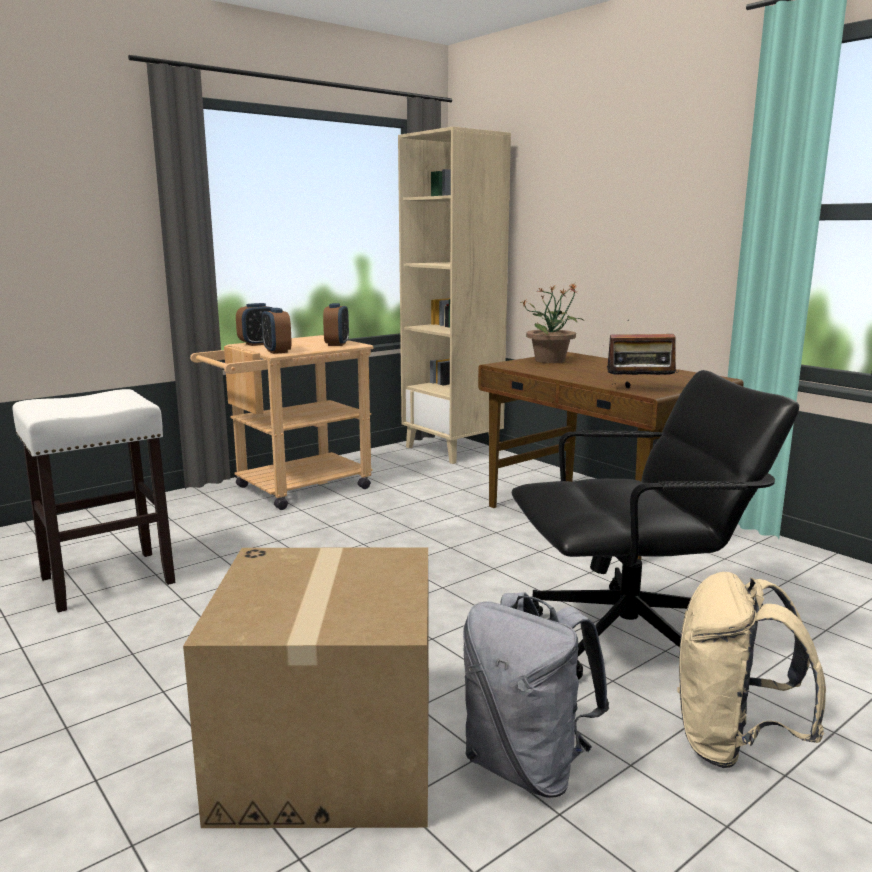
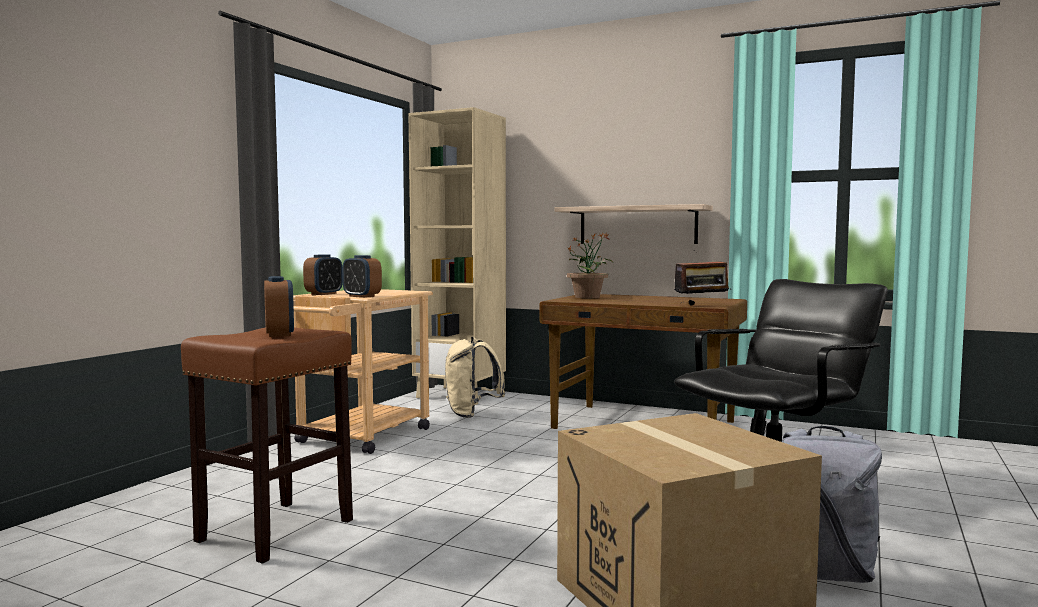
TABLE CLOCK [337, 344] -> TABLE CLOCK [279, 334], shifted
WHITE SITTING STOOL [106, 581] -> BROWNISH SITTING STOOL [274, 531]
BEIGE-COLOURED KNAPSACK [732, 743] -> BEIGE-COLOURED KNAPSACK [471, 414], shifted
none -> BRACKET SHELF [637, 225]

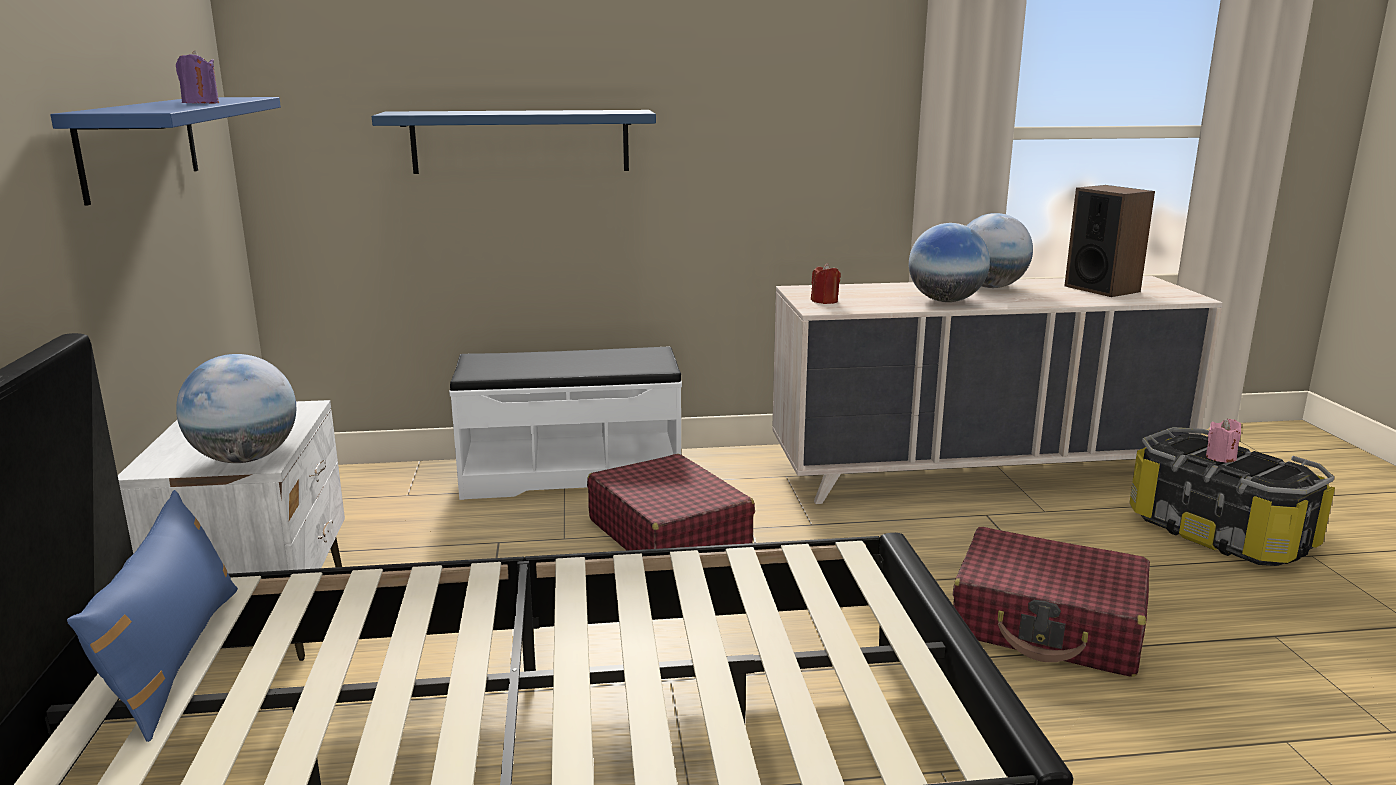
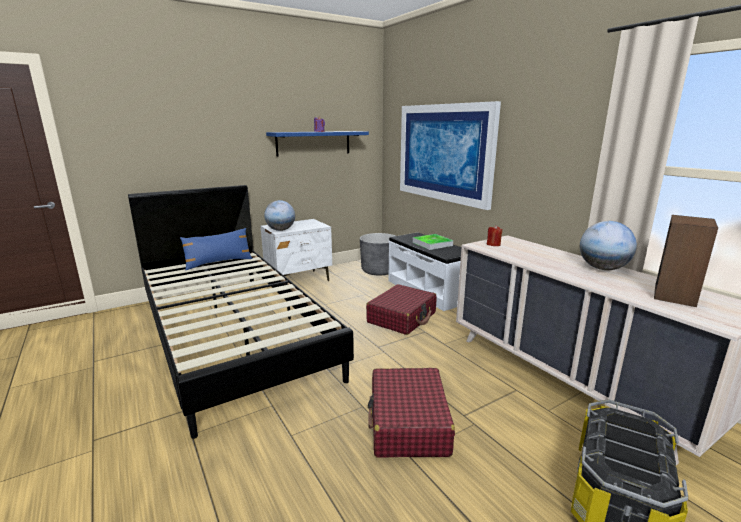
BLUE BRACKET SHELF [520, 141] -> WALL ART [444, 153]
DESK GLOBE [945, 301] -> none
PINKISH WAX LIGHT [1220, 457] -> none
none -> GRAY PLANT POT [378, 271]
none -> SERVING TRAY [432, 244]

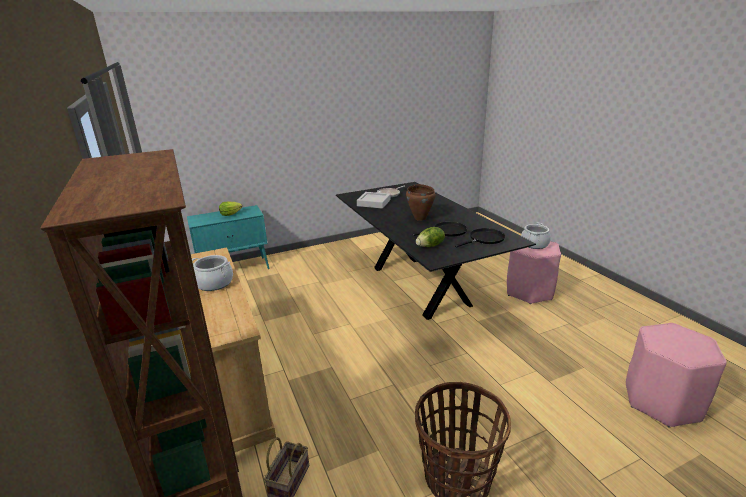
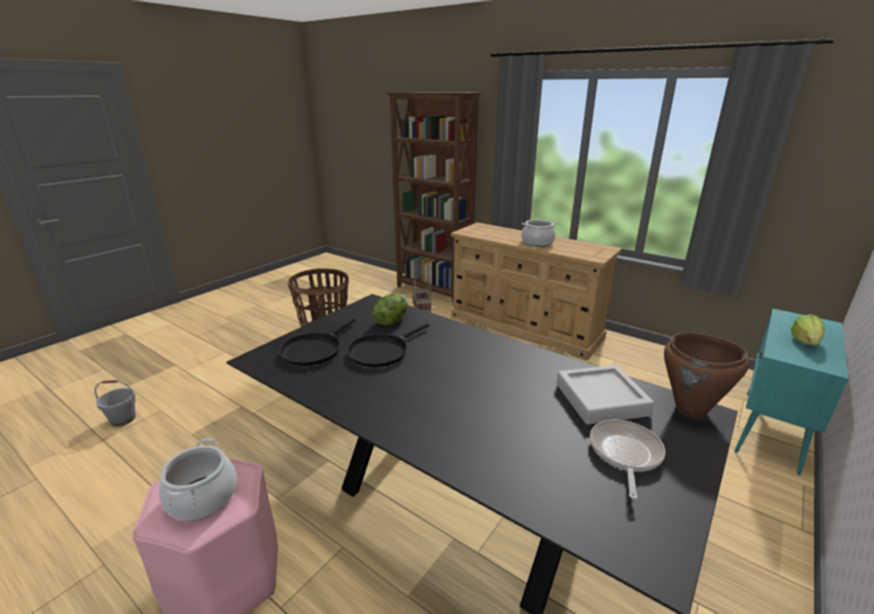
BROWNISH COOKING POT [420, 218] -> BROWNISH COOKING POT [690, 410], shifted
PINKISH SITTING STOOL [662, 402] -> GRAY BUCKET [123, 419]

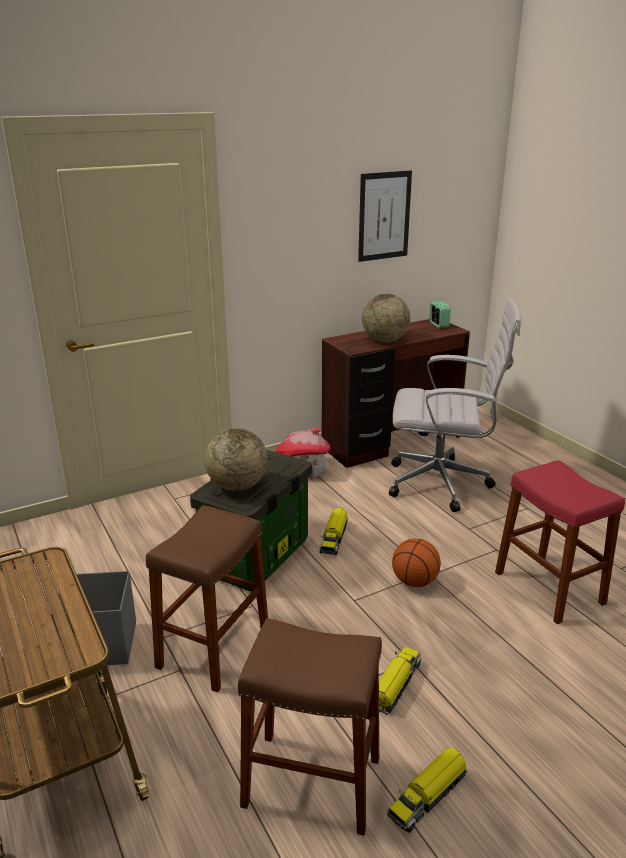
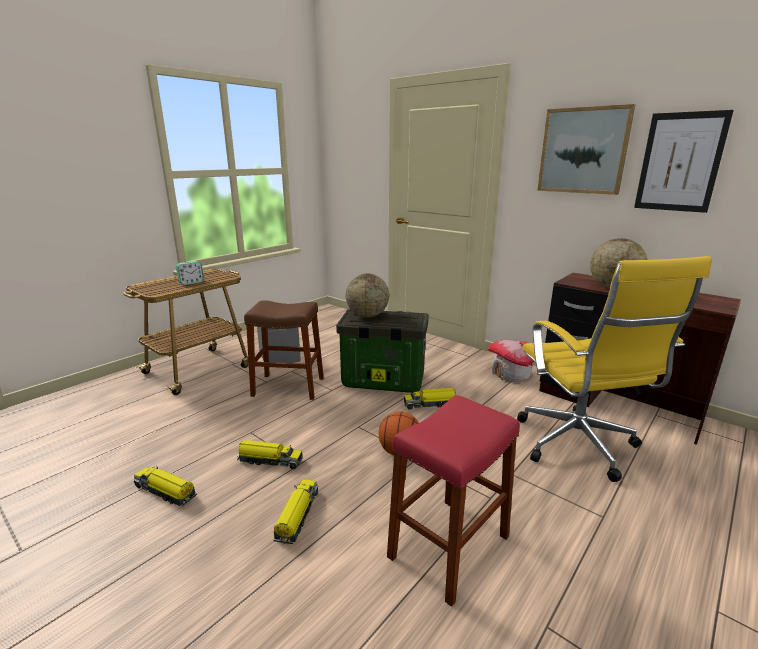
WHITE COMPUTER CHAIR [443, 484] -> YELLOW COMPUTER CHAIR [578, 446]
TABLE CLOCK [439, 325] -> TABLE CLOCK [191, 282], shifted
BROWNISH SITTING STOOL [312, 781] -> none
none -> WALL ART [583, 151]
none -> TOY LORRY [297, 516]

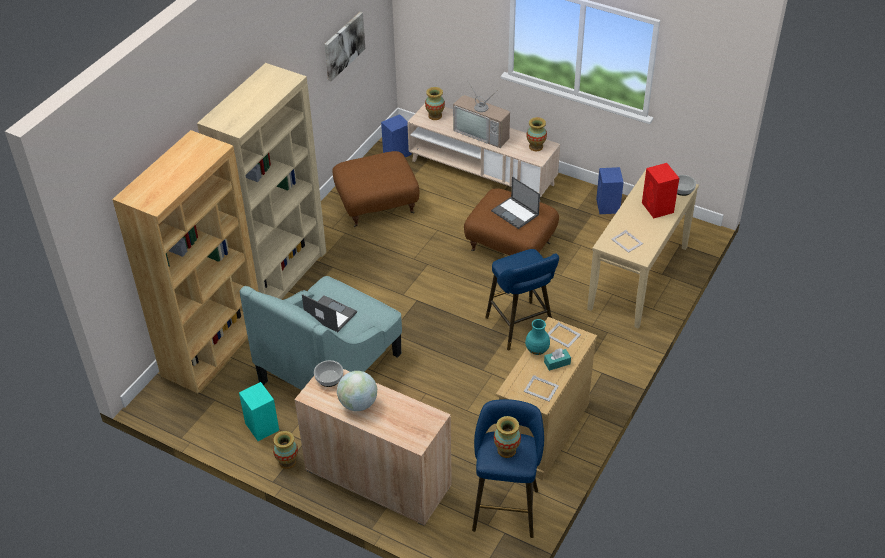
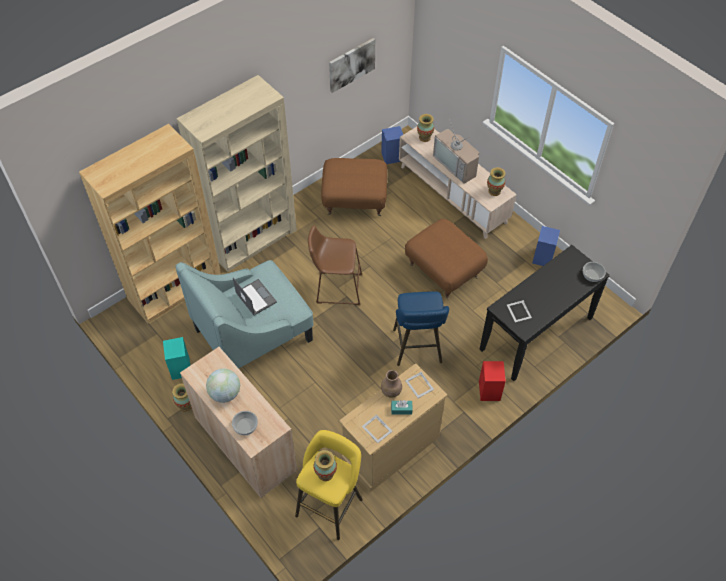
RED LOUDSPEAKER [658, 208] -> RED LOUDSPEAKER [489, 391], shifted
BEIGE-COLOURED CONSOLE TABLE [638, 277] -> BLACK-COLOURED CONSOLE TABLE [537, 334]
PORTABLE COMPUTER [515, 213] -> none
TURQUOISE VASE [537, 350] -> BROWNISH VASE [391, 392]
SERVING BOWL [329, 378] -> SERVING BOWL [246, 426], shifted
BLUE SITTING STOOL [506, 506] -> YELLOW SITTING STOOL [331, 504]
none -> BROWNISH SITTING STOOL [336, 288]

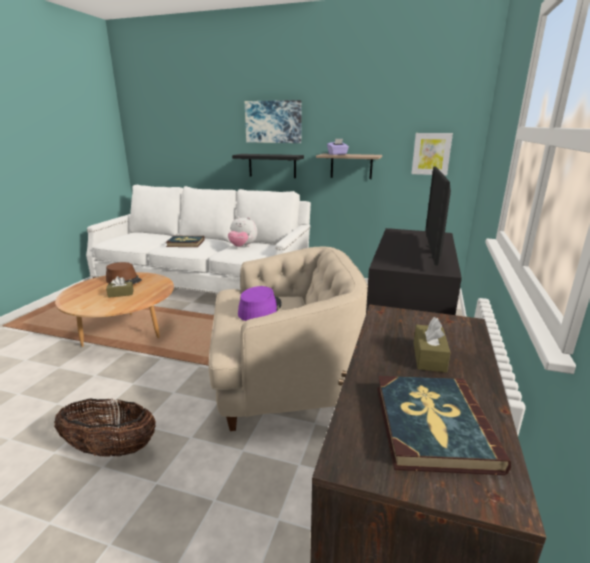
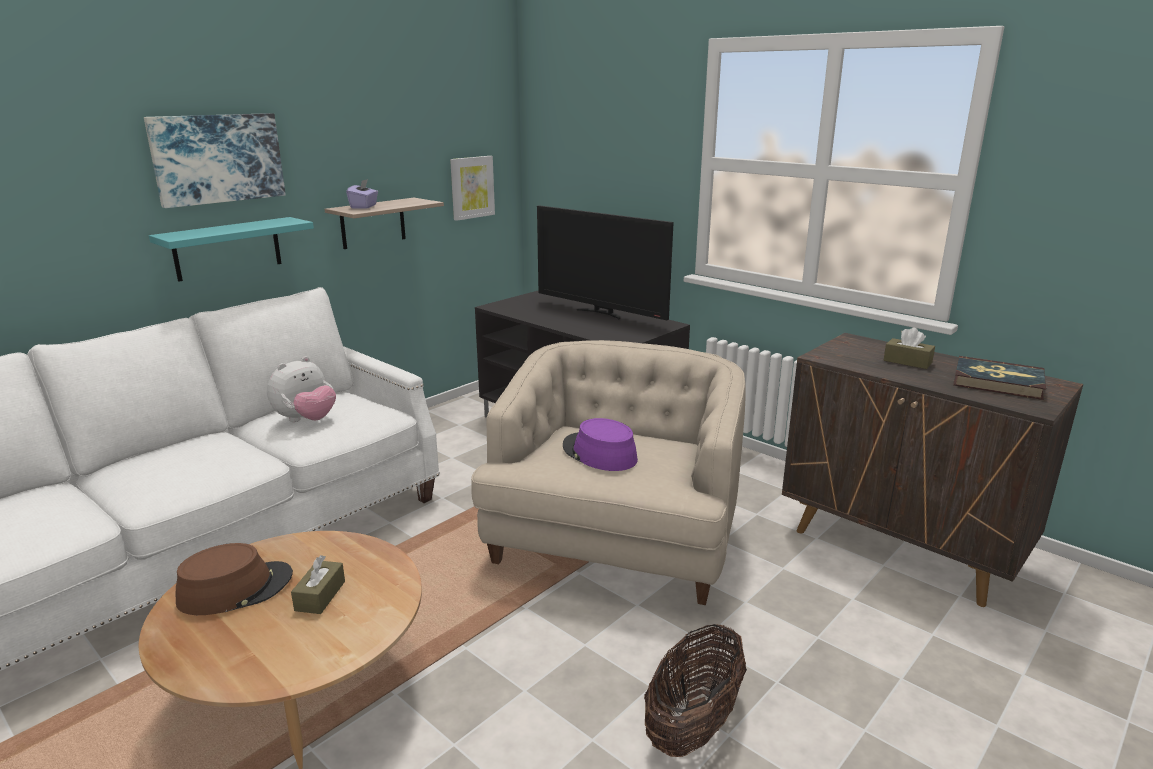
BLACK-COLOURED BRACKET SHELF [272, 165] -> TURQUOISE BRACKET SHELF [227, 248]
VOLUME [185, 243] -> none

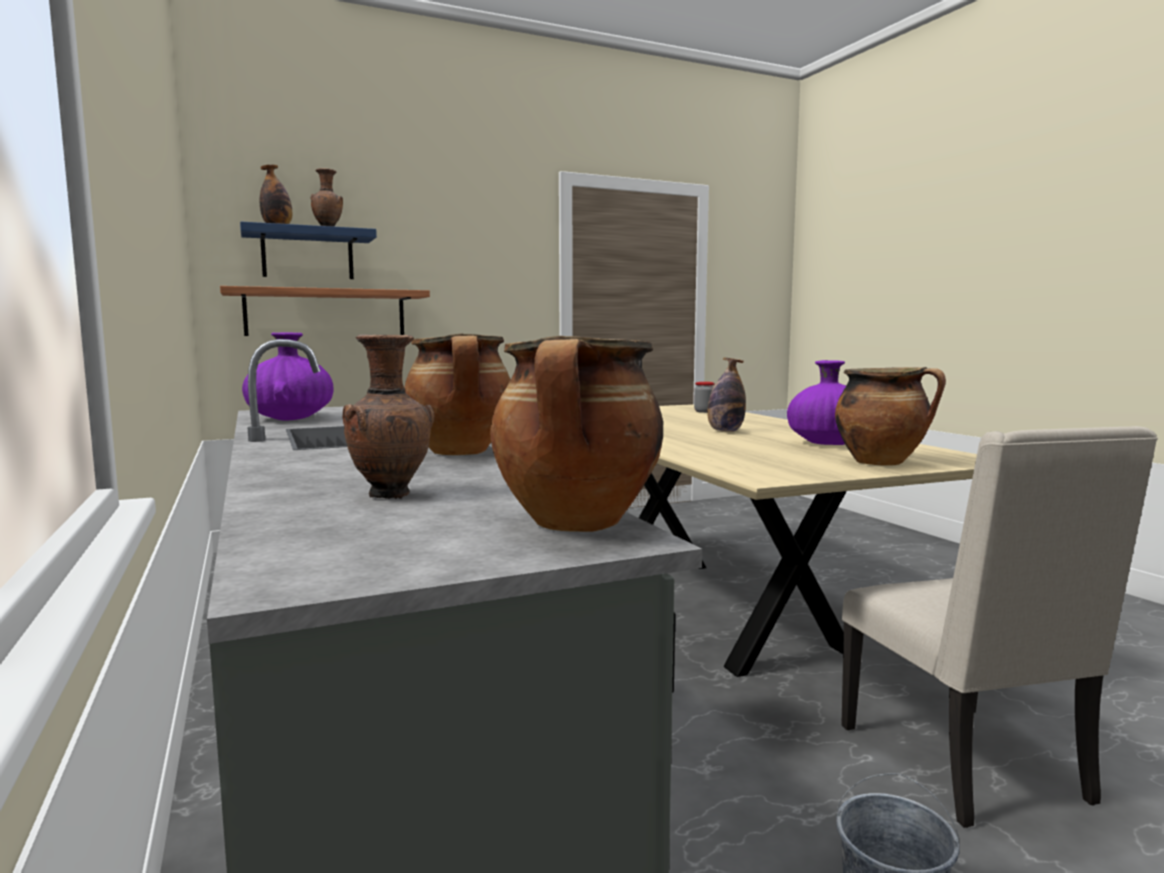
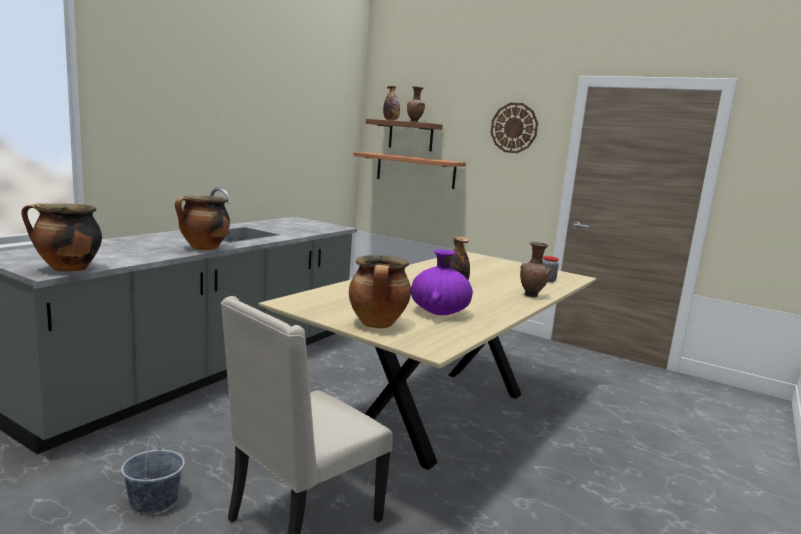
BLUE BRACKET SHELF [307, 255] -> BROWNISH BRACKET SHELF [410, 136]
PURPLE VASE [291, 419] -> none
BROWNISH VASE [391, 495] -> BROWNISH VASE [532, 295], shifted
none -> CLOCK ON THE WALL [514, 128]

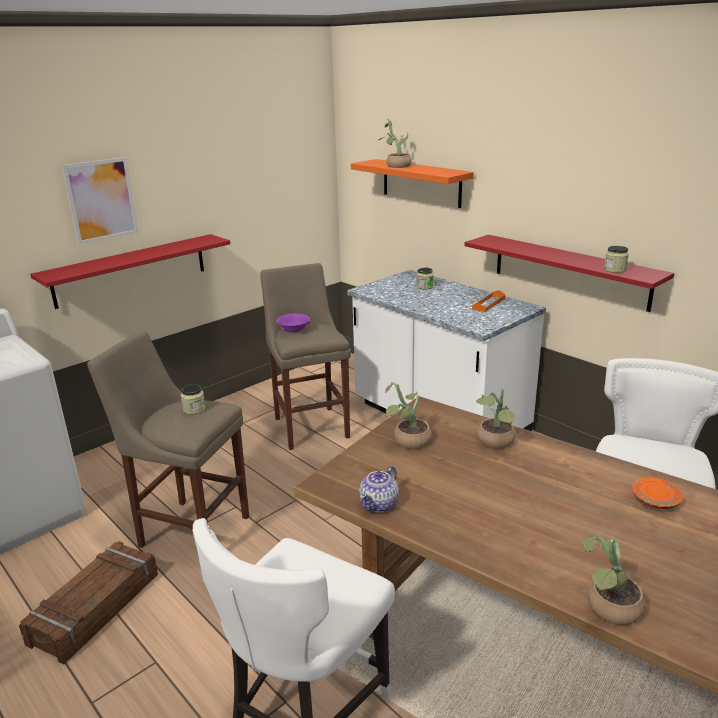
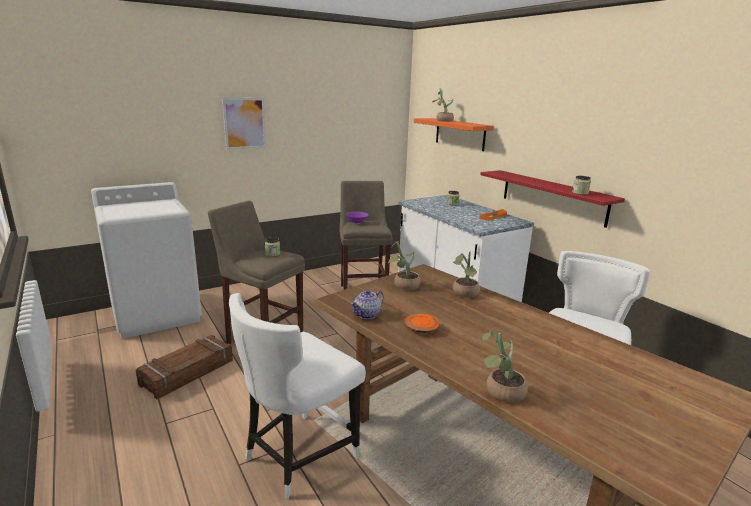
RED BRACKET SHELF [131, 270] -> none
ORANGE FLAT DISH [655, 500] -> ORANGE FLAT DISH [422, 329], shifted

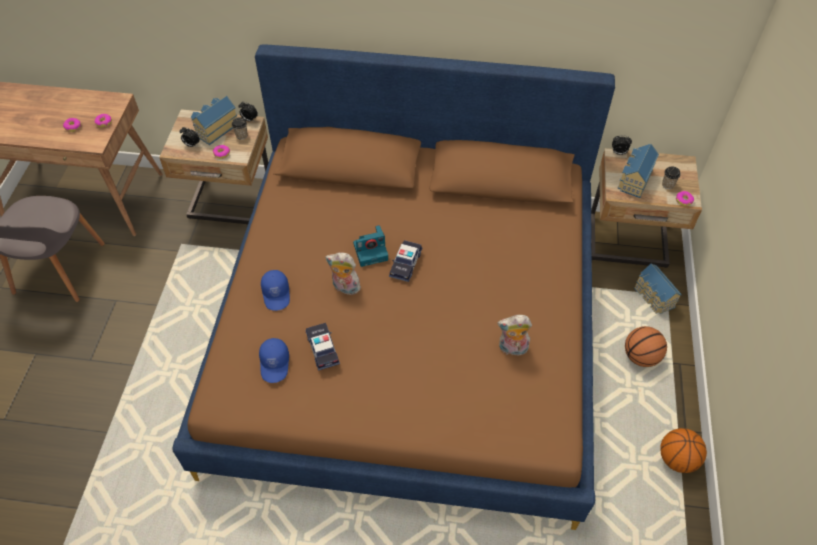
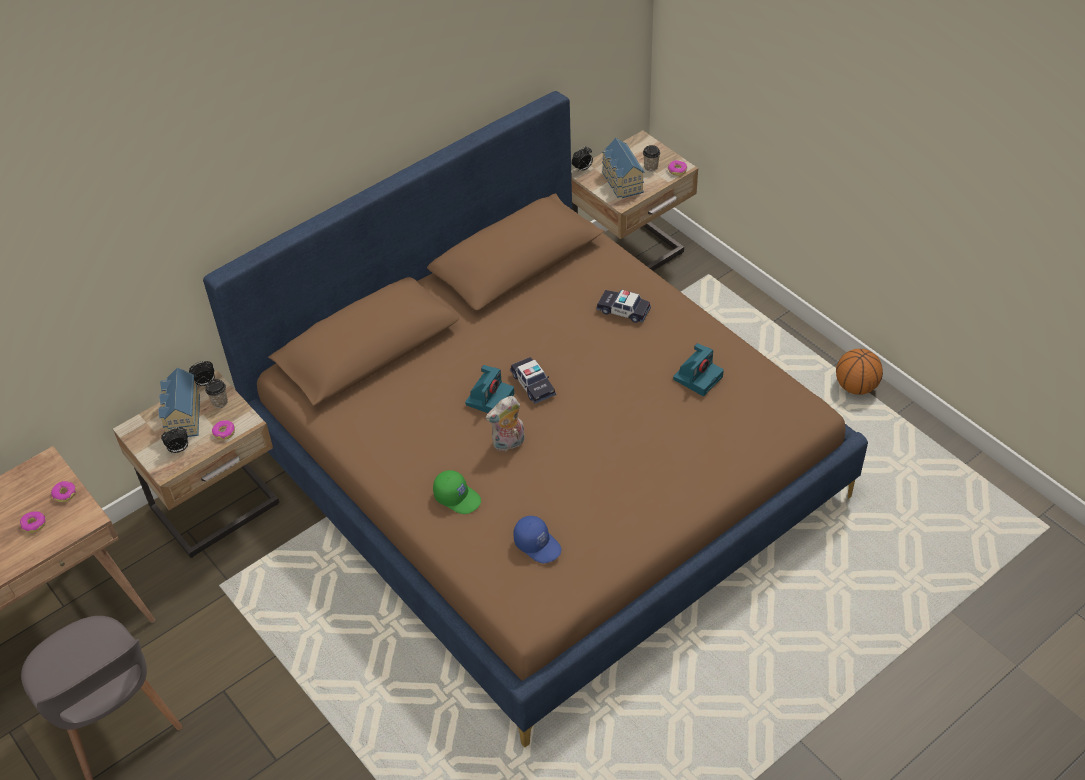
MODEL HOUSE [653, 297] -> none
BLUE CAP [277, 294] -> GREEN-COLOURED CAP [457, 497]
SOFT TOY [512, 349] -> PHOTO CAMERA [698, 377]
TOY CAR [322, 349] -> TOY CAR [623, 310], shifted
BALL FOR BASKETBALL [640, 357] -> none

